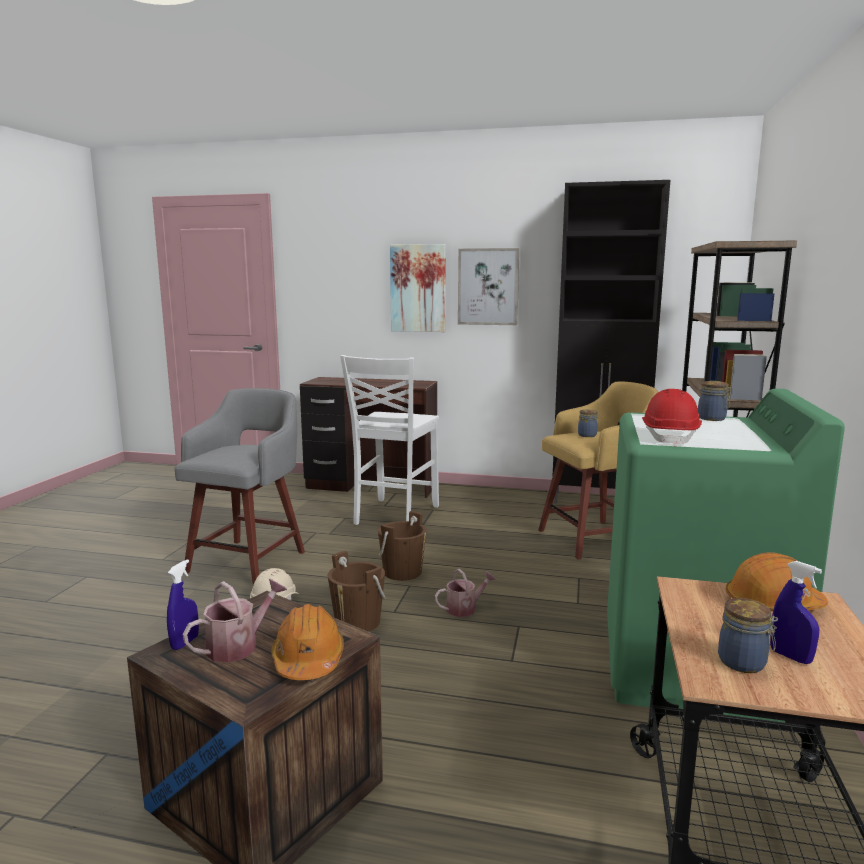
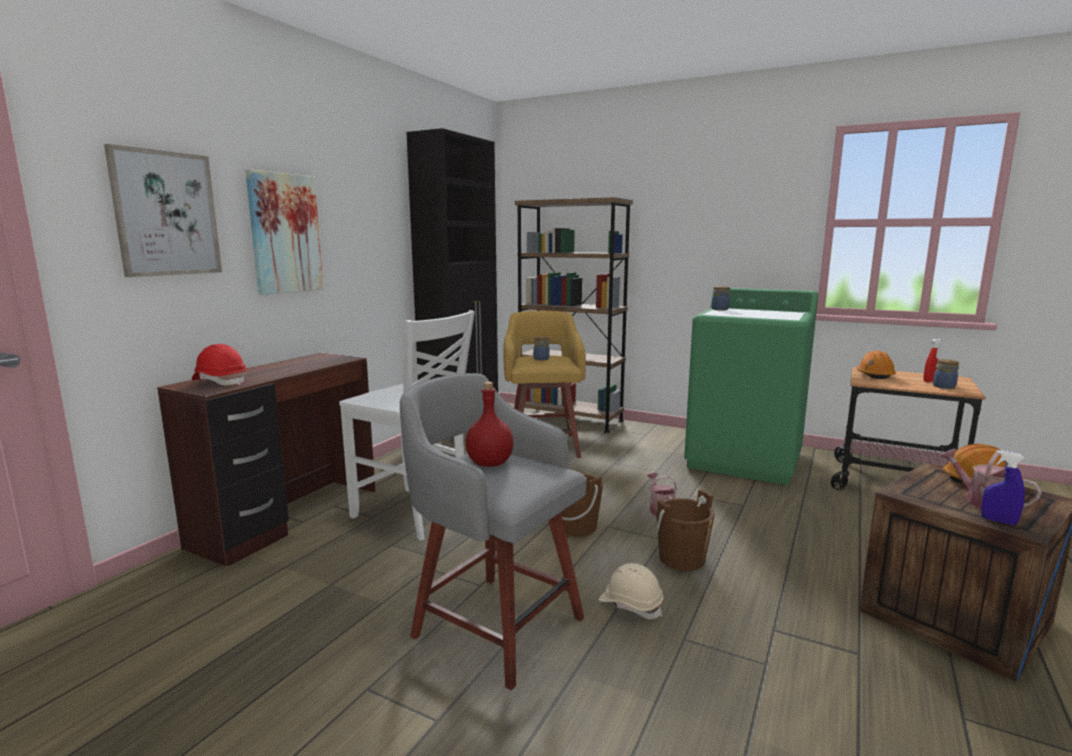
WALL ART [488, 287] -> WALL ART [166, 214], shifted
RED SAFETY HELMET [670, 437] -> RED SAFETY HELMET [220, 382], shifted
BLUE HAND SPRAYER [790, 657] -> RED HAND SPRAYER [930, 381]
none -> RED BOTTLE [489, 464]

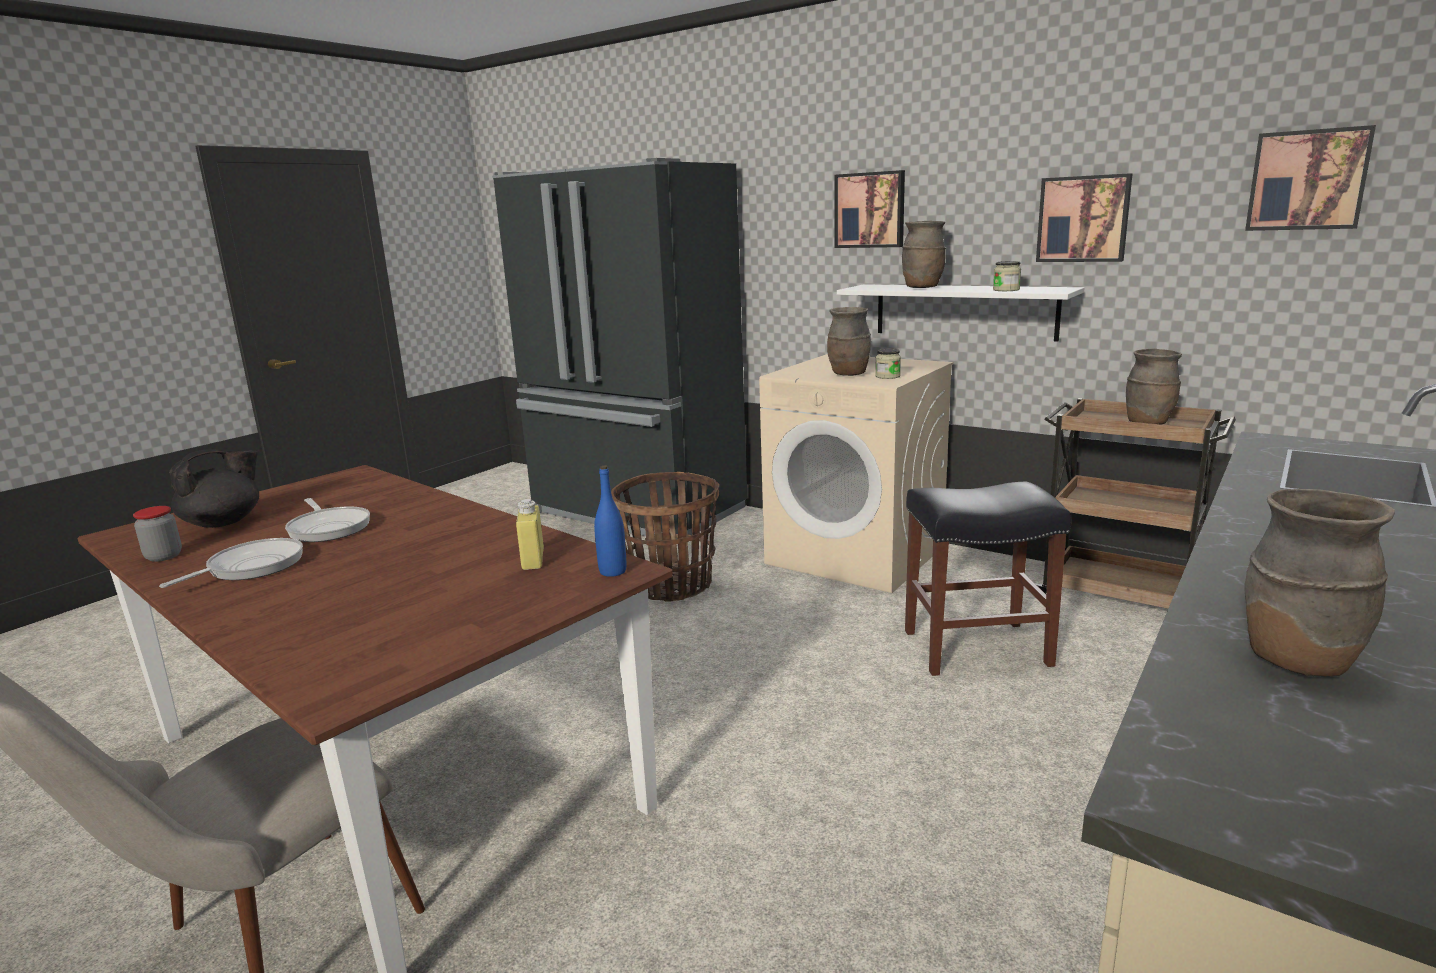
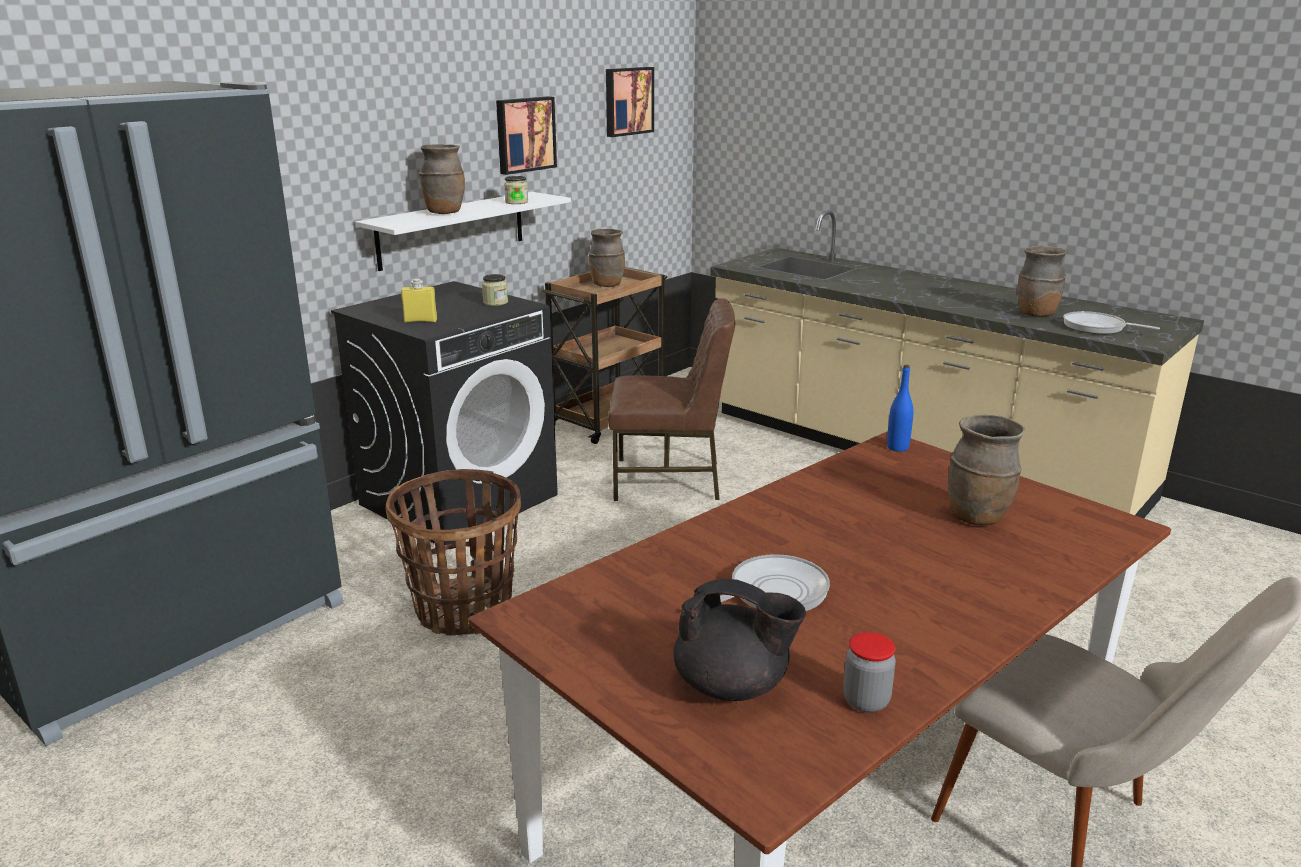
WALL ART [870, 210] -> none
BROWNISH VASE [849, 374] -> BROWNISH VASE [977, 517], shifted
BEIGE-COLOURED LAUNDRY MACHINE [856, 555] -> BLACK-COLOURED LAUNDRY MACHINE [459, 499]
BLACK-COLOURED POT FOR TEA [224, 522] -> BLACK-COLOURED POT FOR TEA [732, 686], 150 degrees clockwise
BLACK-COLOURED SITTING STOOL [974, 648] -> BROWNISH PLAIN CHAIR [669, 480]
YELLOW BOTTLE [533, 560] -> YELLOW BOTTLE [420, 321], shifted
FRYING PAN [251, 567] -> FRYING PAN [1097, 328], shifted

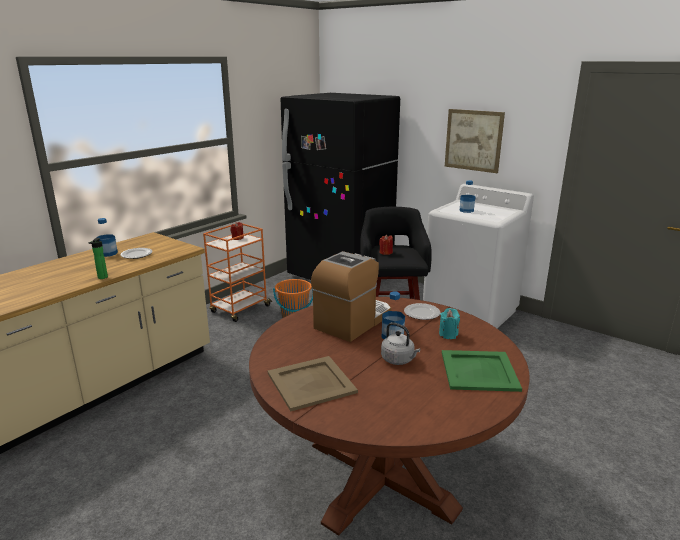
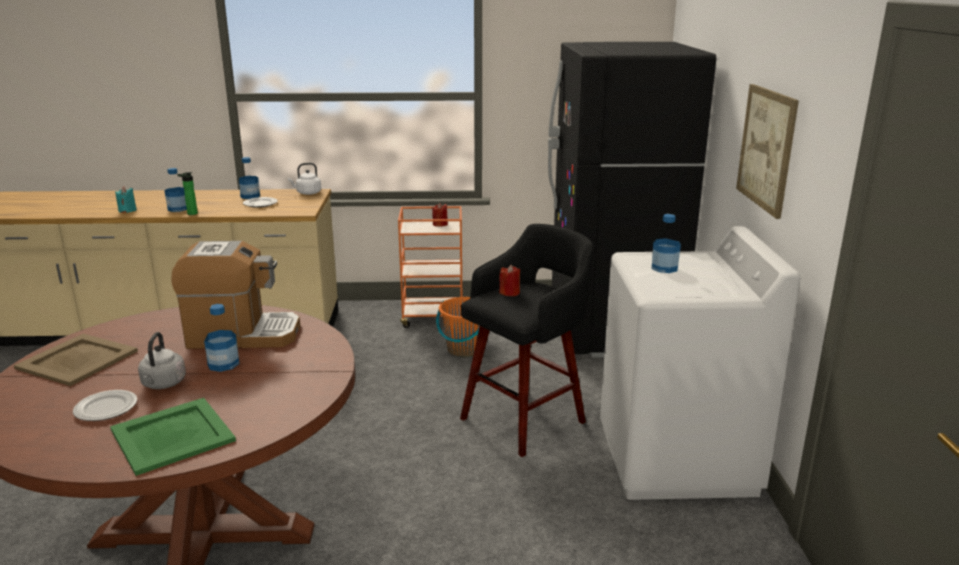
FLAT DISH [422, 313] -> FLAT DISH [105, 409], shifted
TURQUOISE WAX LIGHT [448, 334] -> TURQUOISE WAX LIGHT [127, 210], shifted
none -> WHITE KETTLE [307, 193]
none -> BOTTLE [178, 209]

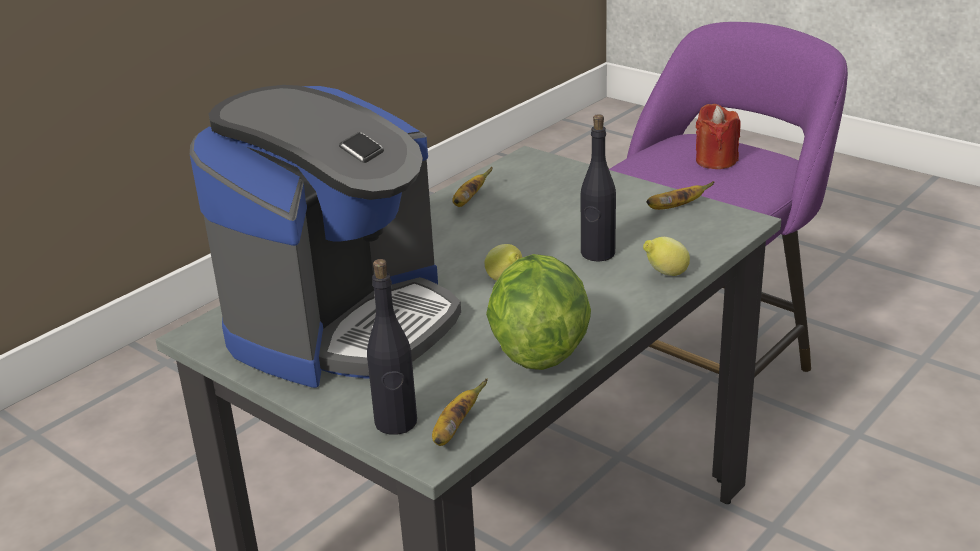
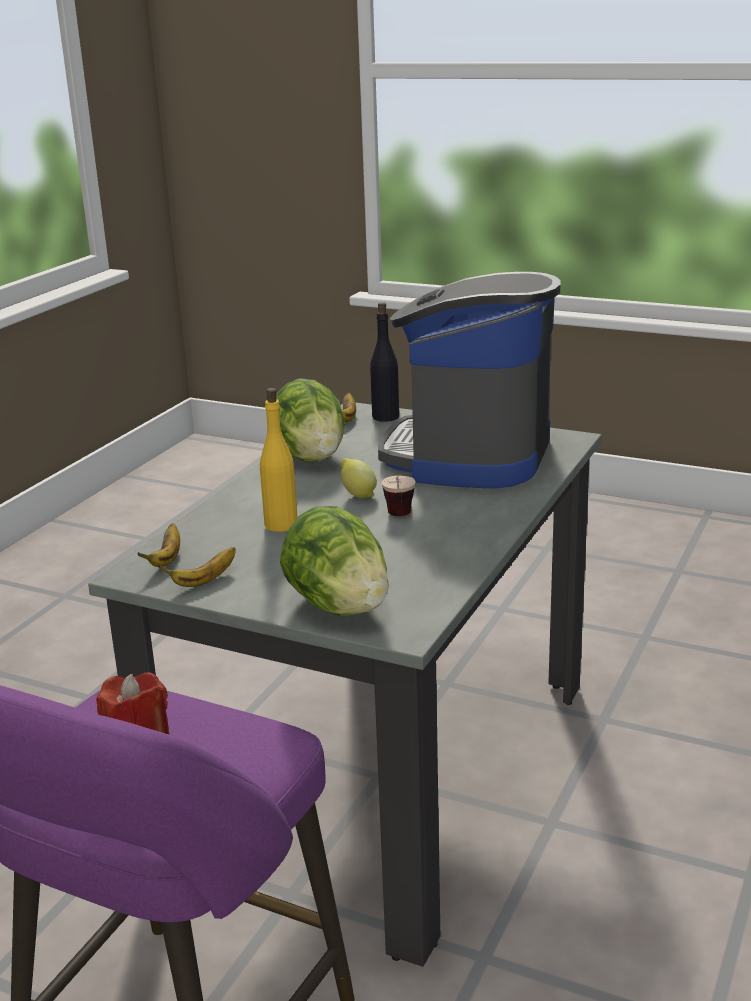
BLACK-COLOURED BOTTLE [597, 254] -> YELLOW BOTTLE [281, 525]
BANANA [468, 201] -> BANANA [167, 559], shifted
LEMON [665, 274] -> none
none -> DRINKING CUP [399, 518]
none -> HEAD OF LETTUCE [338, 606]

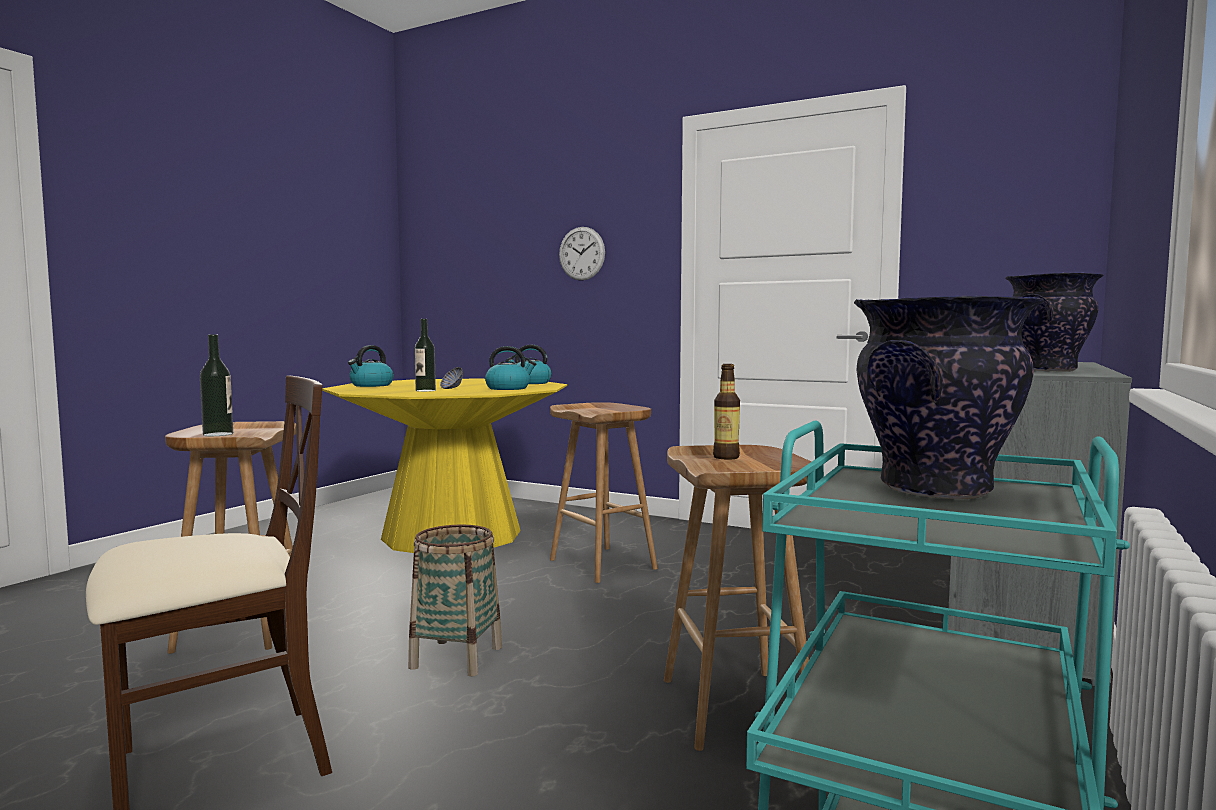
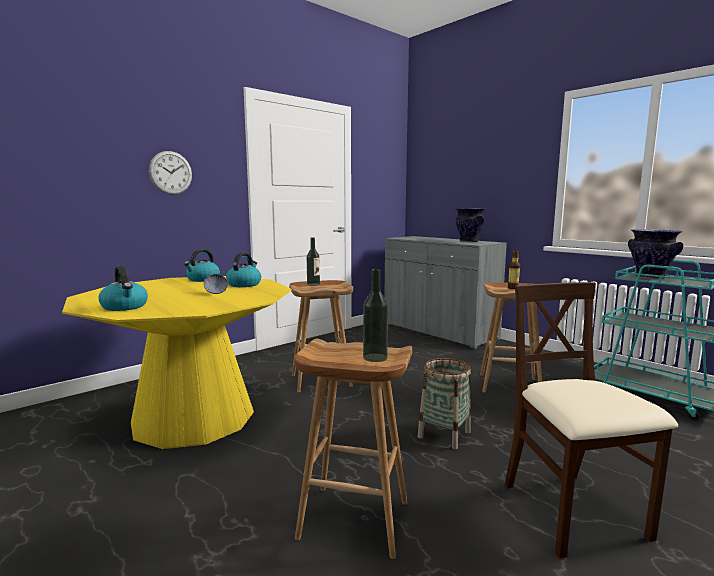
BOTTLE [425, 390] -> BOTTLE [313, 284], shifted

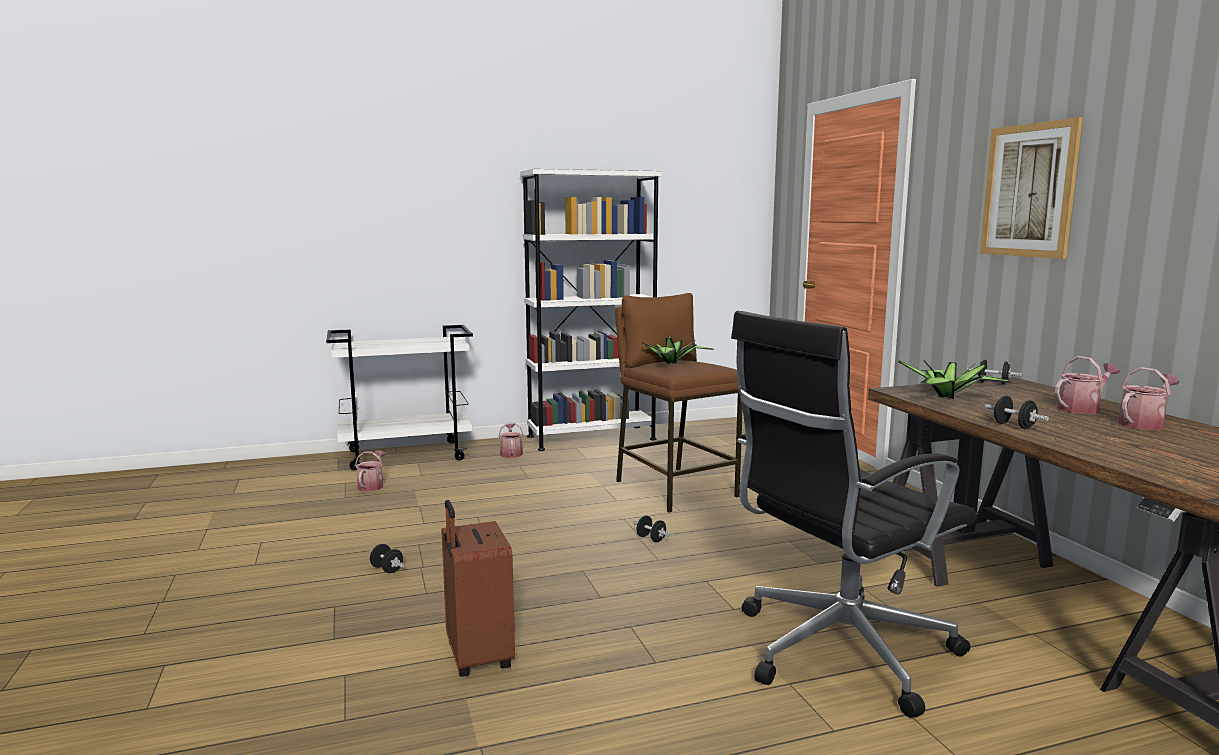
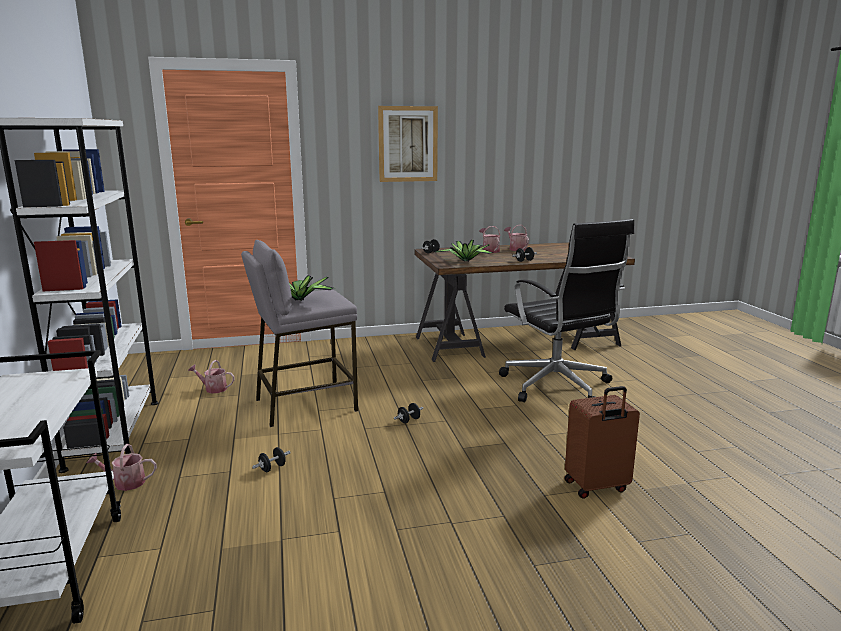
BROWNISH SITTING STOOL [675, 488] -> GRAY SITTING STOOL [305, 404]
WATERING POT [372, 485] -> WATERING POT [213, 389], shifted
BLACK-COLOURED HAND WEIGHT [387, 569] -> BLACK-COLOURED HAND WEIGHT [272, 468], shifted

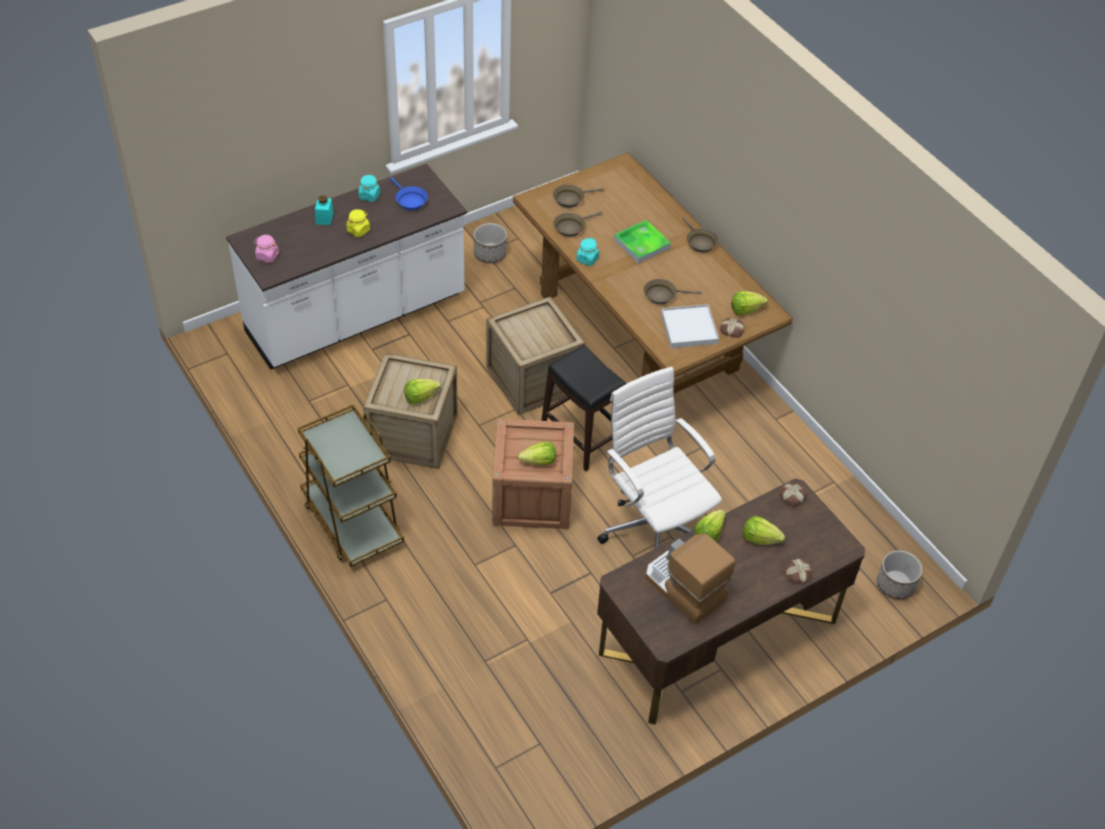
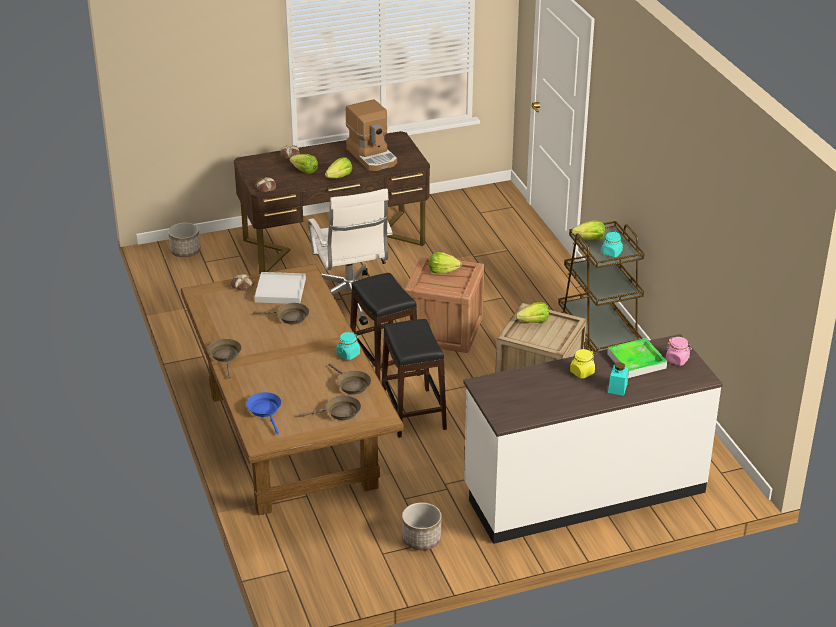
TURQUOISE PRESERVE JAR [369, 196] -> TURQUOISE PRESERVE JAR [611, 253], shifted
BLUE FRYING PAN [409, 200] -> BLUE FRYING PAN [265, 411], shifted
BROWNISH FRYING PAN [571, 227] -> BROWNISH FRYING PAN [351, 385], 75 degrees clockwise
SERVING TRAY [642, 244] -> SERVING TRAY [636, 361], shifted
HEAD OF LETTUCE [745, 310] -> HEAD OF LETTUCE [589, 239], shifted
CRATE [533, 379] -> BLACK-COLOURED SITTING STOOL [413, 412]

